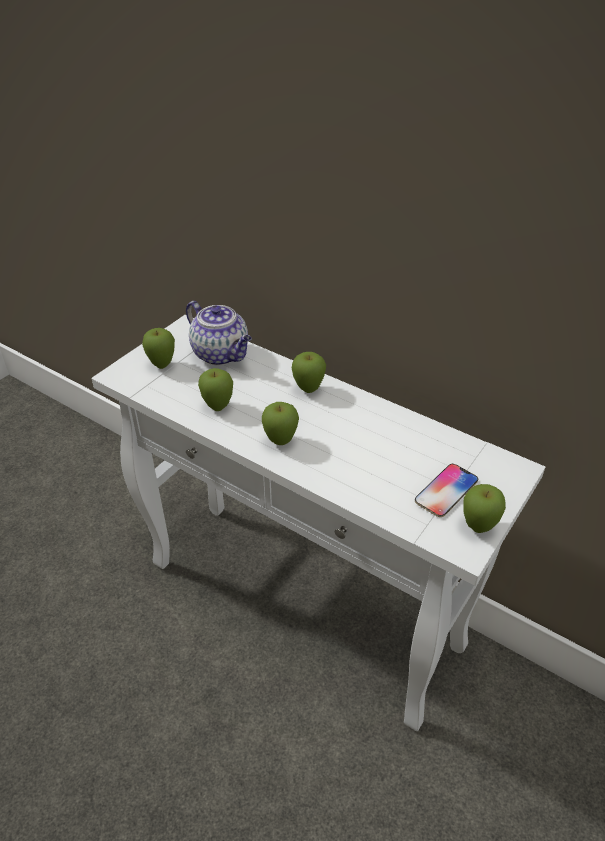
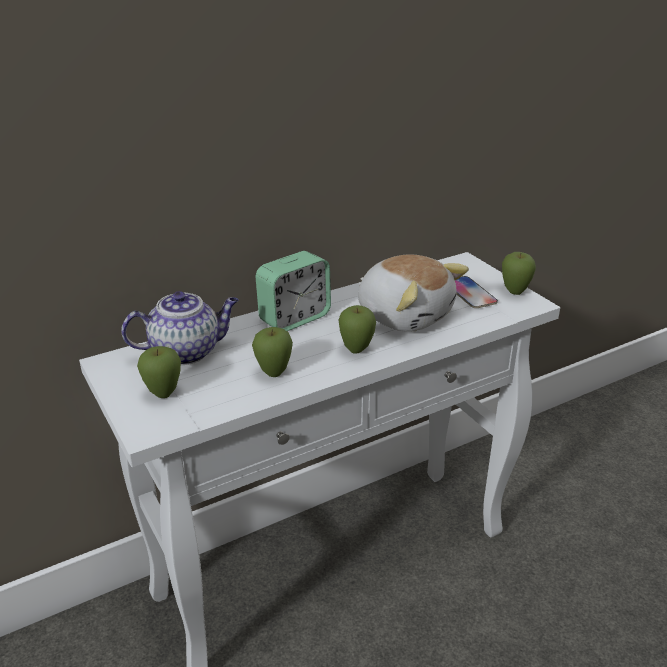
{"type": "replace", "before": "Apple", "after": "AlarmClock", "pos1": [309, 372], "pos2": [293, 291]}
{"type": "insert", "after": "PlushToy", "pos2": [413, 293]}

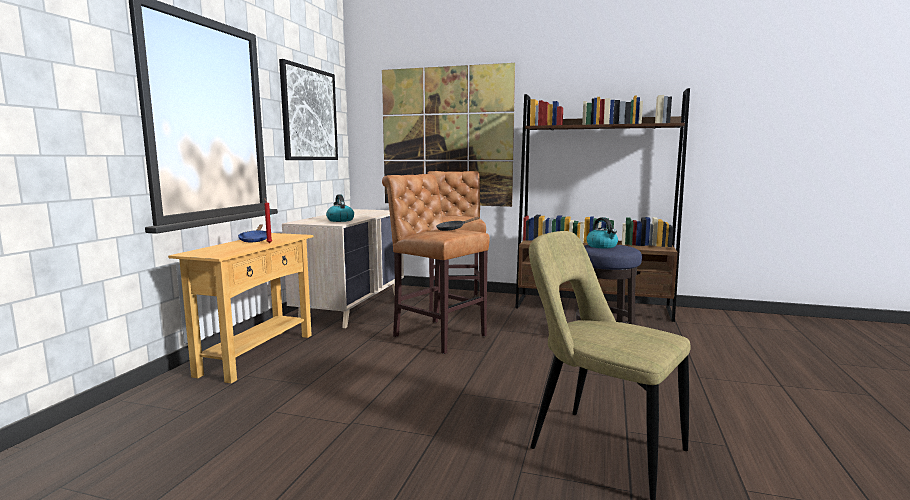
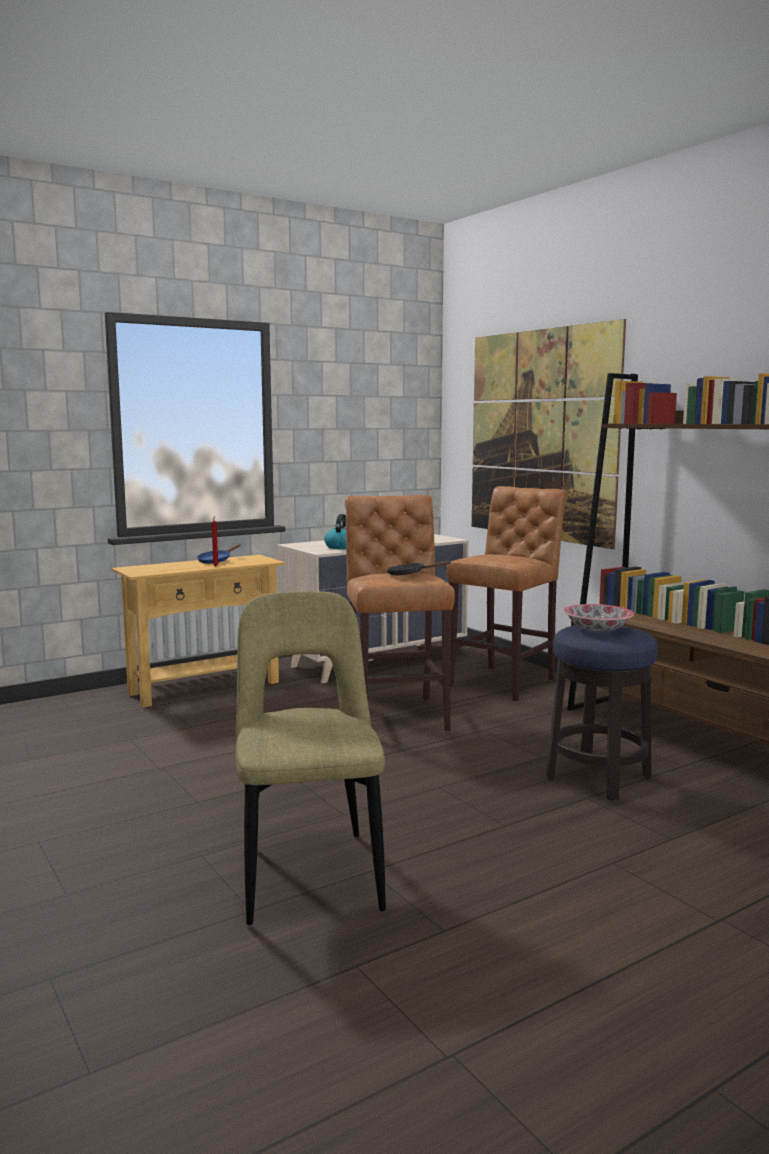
{"type": "delete", "before": "Picture", "pos1": [308, 109]}
{"type": "replace", "before": "Kettle", "after": "Bowl", "pos1": [602, 232], "pos2": [598, 617]}

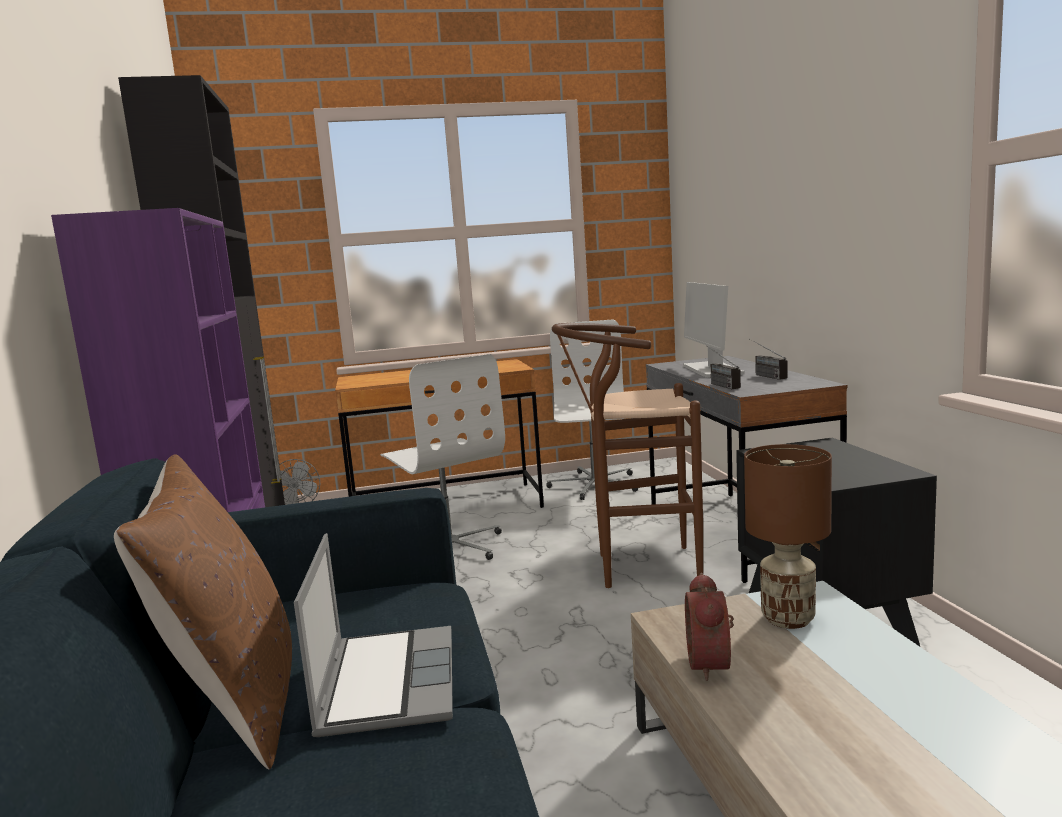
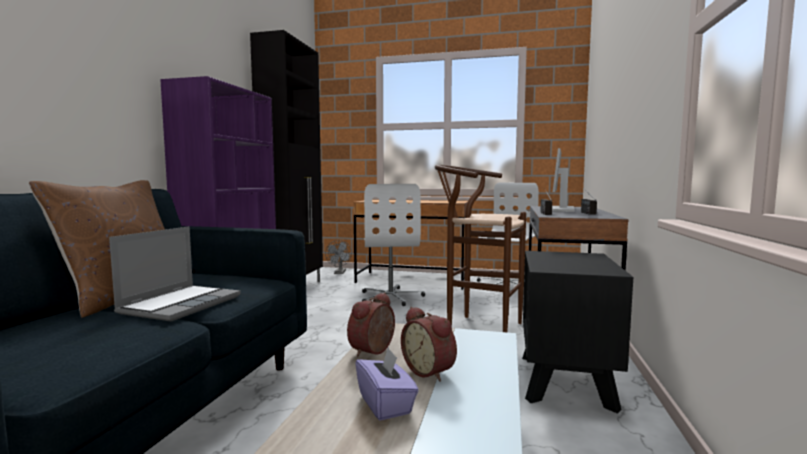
{"type": "delete", "before": "BrownTableLamp", "pos1": [788, 536]}
{"type": "insert", "after": "PurpleTissueBox", "pos2": [387, 384]}
{"type": "insert", "after": "AlarmClock", "pos2": [429, 344]}

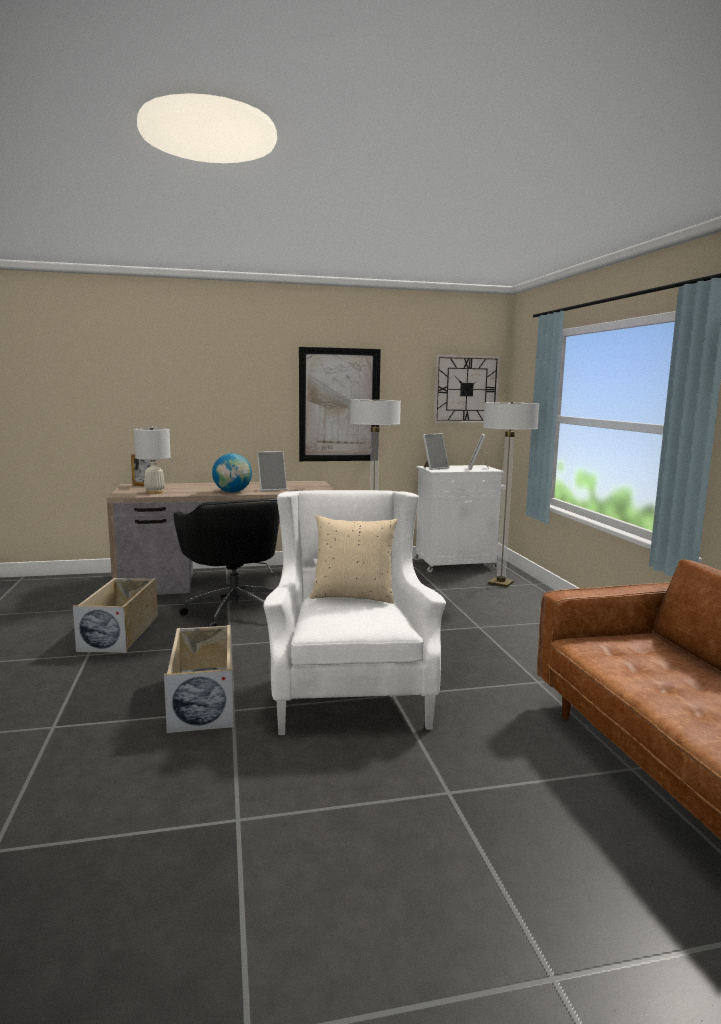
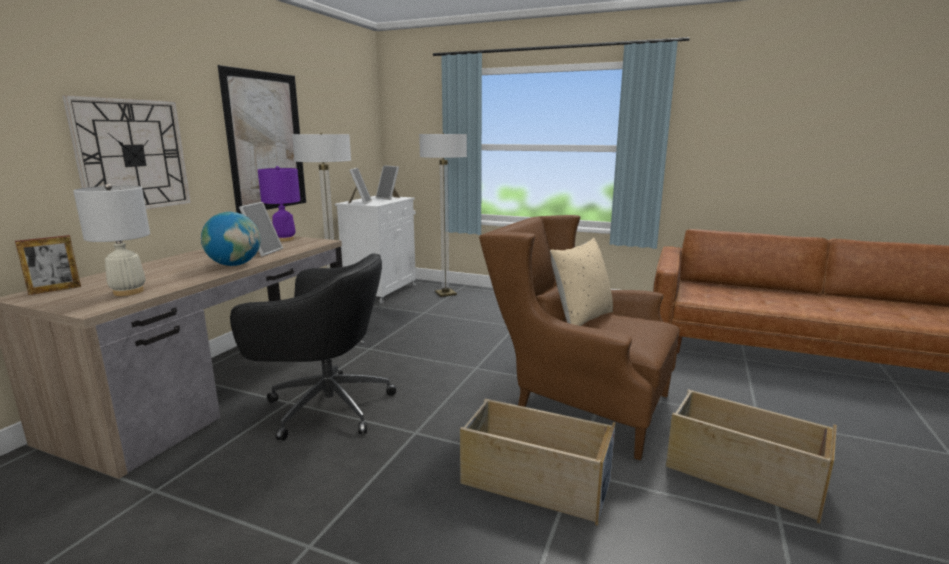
{"type": "move", "before": "BeigeStorageBox", "pos1": [115, 615], "pos2": [751, 456]}
{"type": "recolor", "before": "WhiteArmchair", "after": "BrownArmchair", "pos1": [354, 612], "pos2": [579, 337]}
{"type": "move", "before": "WallClock", "pos1": [467, 388], "pos2": [126, 152]}
{"type": "insert", "after": "PurpleTableLamp", "pos2": [279, 203]}

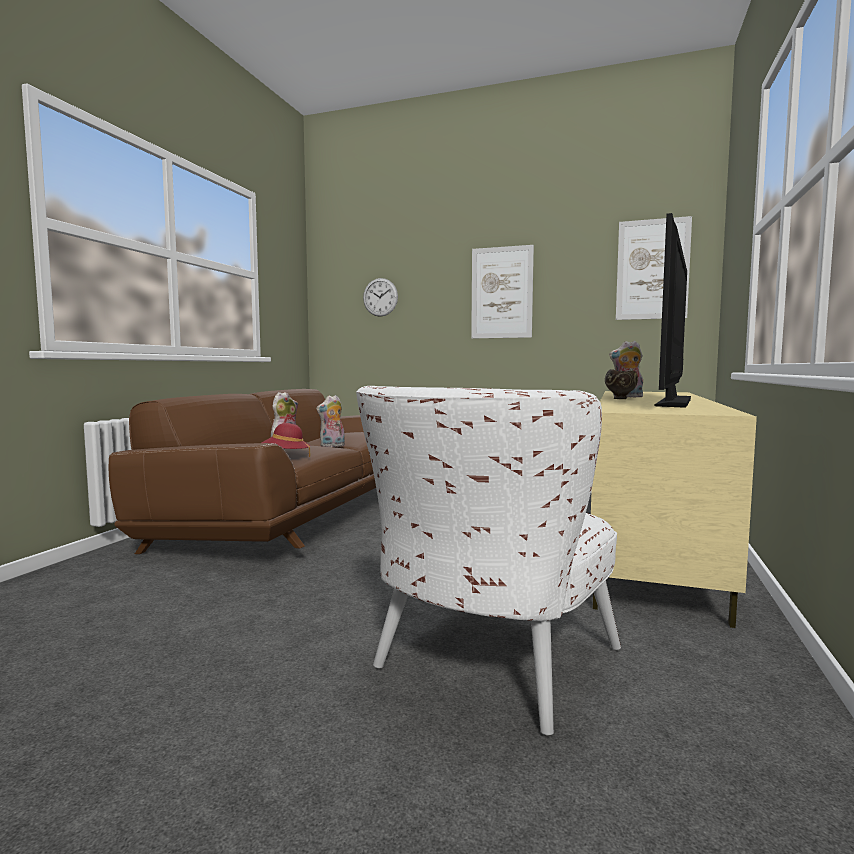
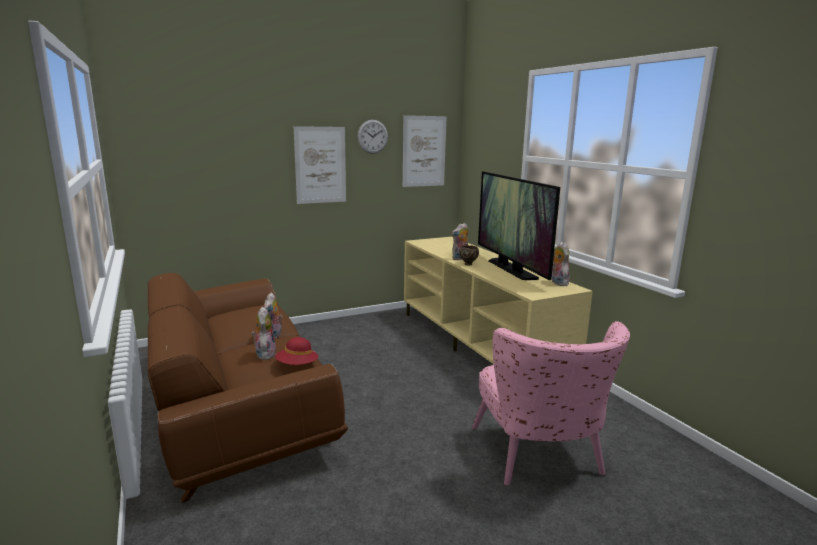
{"type": "recolor", "before": "WhiteArmchair", "after": "PinkArmchair", "pos1": [488, 561], "pos2": [551, 403]}
{"type": "move", "before": "WallClock", "pos1": [380, 297], "pos2": [372, 137]}
{"type": "insert", "after": "PlushToy", "pos2": [561, 264]}

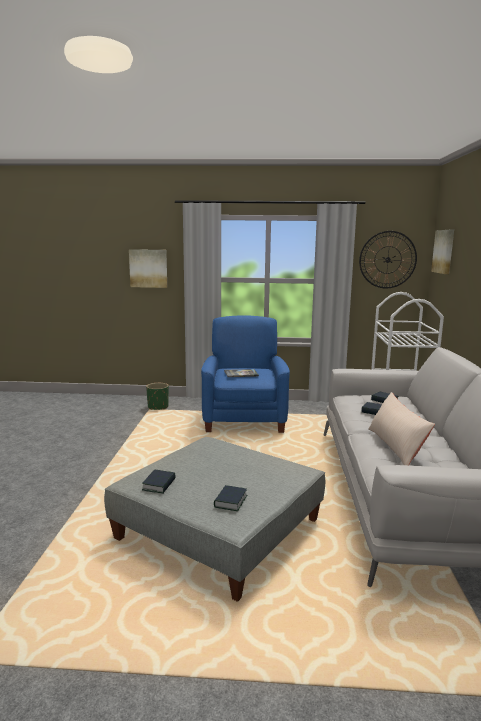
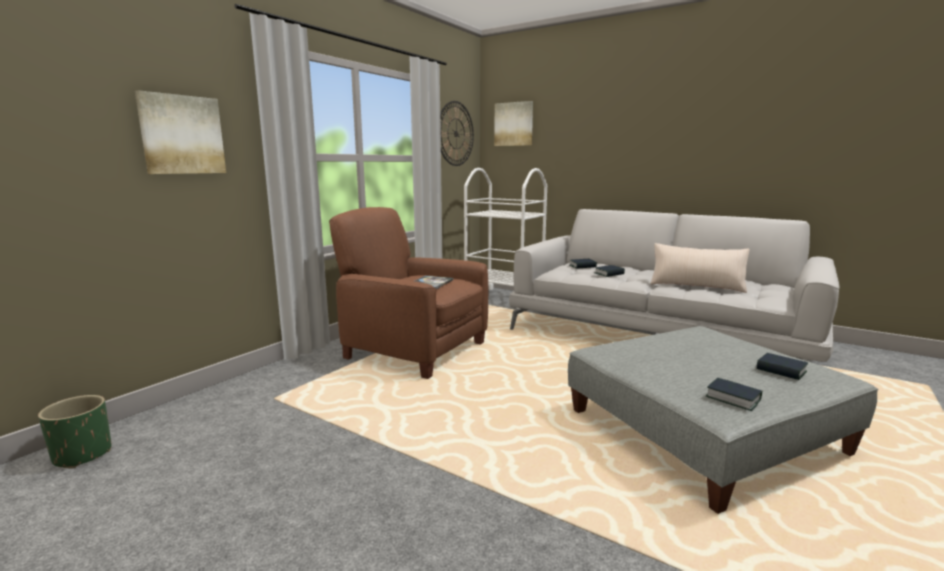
{"type": "move", "before": "GreenPlanter", "pos1": [157, 396], "pos2": [74, 432]}
{"type": "recolor", "before": "BlueArmchair", "after": "BrownArmchair", "pos1": [245, 374], "pos2": [408, 293]}

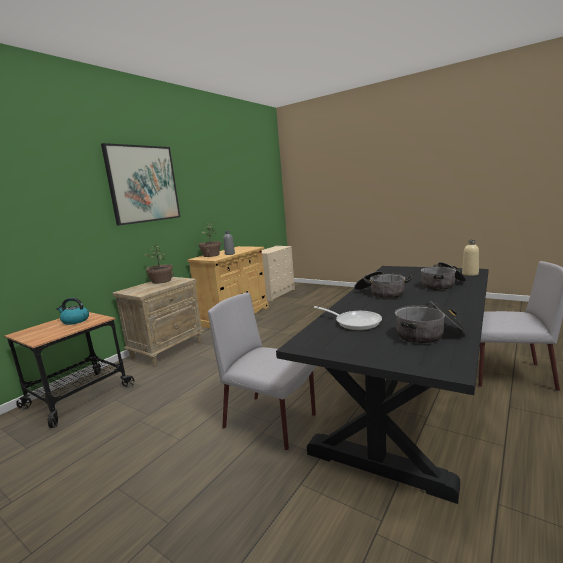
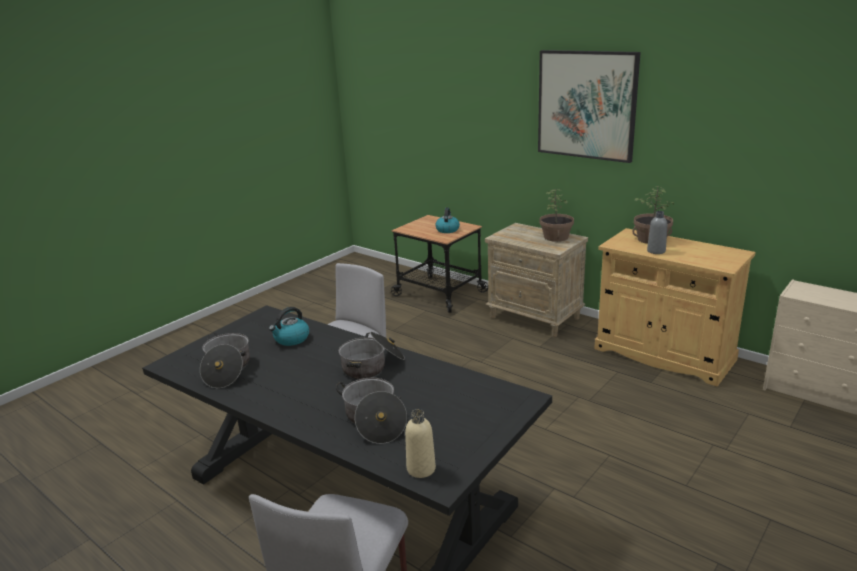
{"type": "replace", "before": "FryingPan", "after": "Kettle", "pos1": [348, 318], "pos2": [289, 326]}

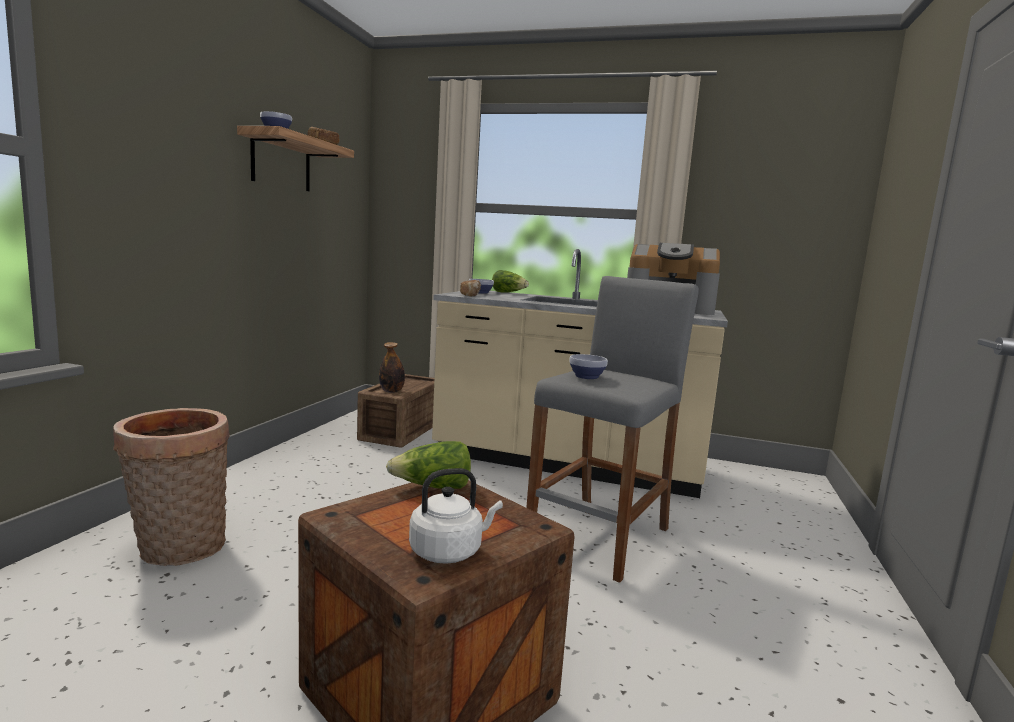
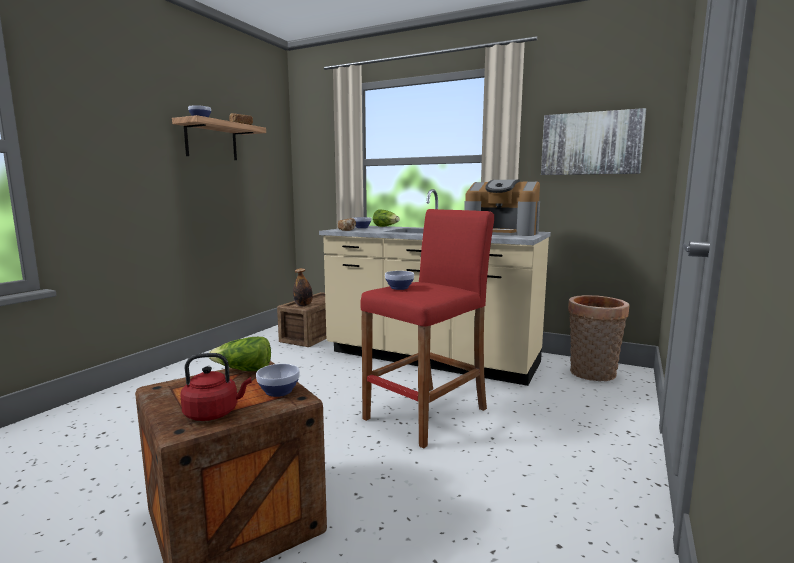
{"type": "move", "before": "Basket", "pos1": [171, 487], "pos2": [598, 338]}
{"type": "recolor", "before": "WhiteKettle", "after": "RedKettle", "pos1": [456, 516], "pos2": [215, 387]}
{"type": "recolor", "before": "GreyStool", "after": "RedStool", "pos1": [612, 429], "pos2": [427, 329]}
{"type": "insert", "after": "Bowl", "pos2": [278, 380]}
{"type": "insert", "after": "Picture", "pos2": [593, 141]}

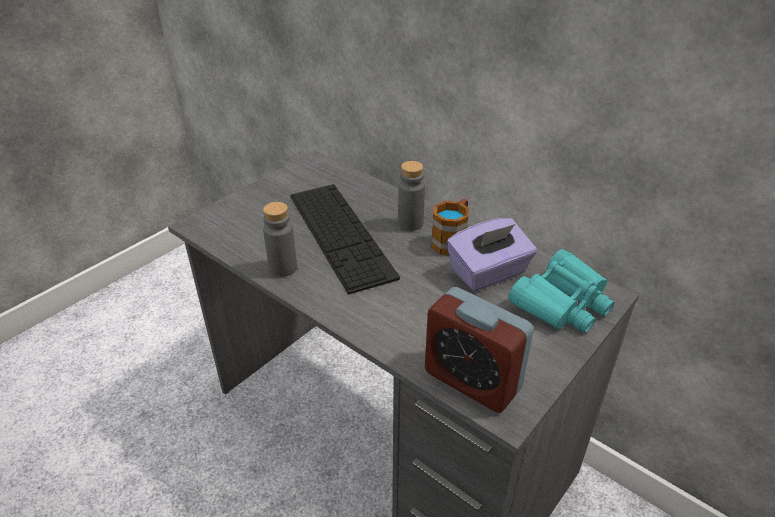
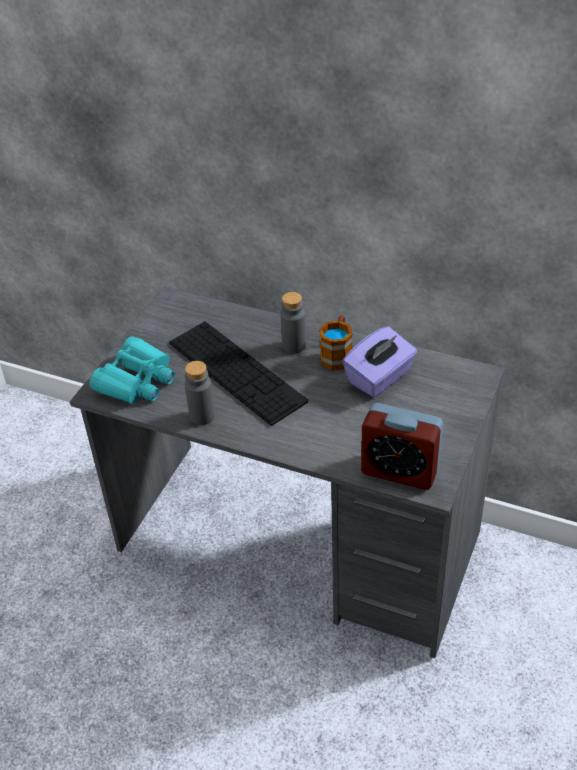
{"type": "move", "before": "TurquoiseBinoculars", "pos1": [561, 291], "pos2": [132, 370]}

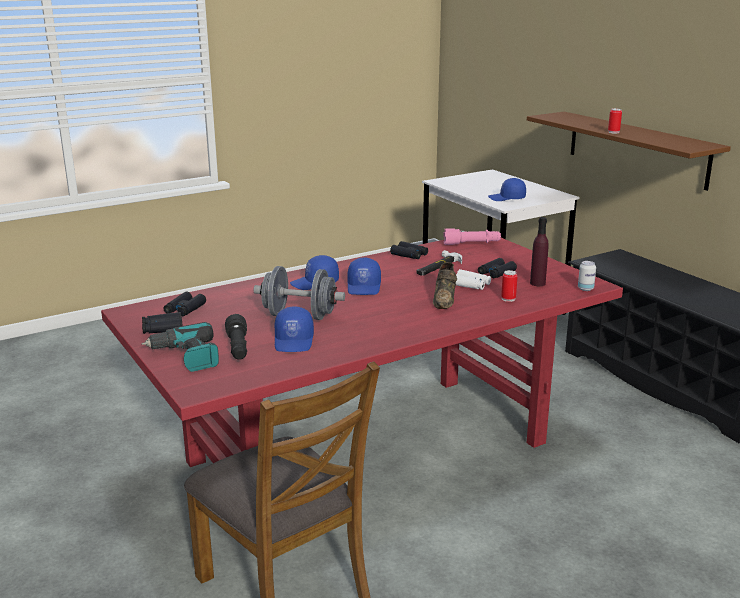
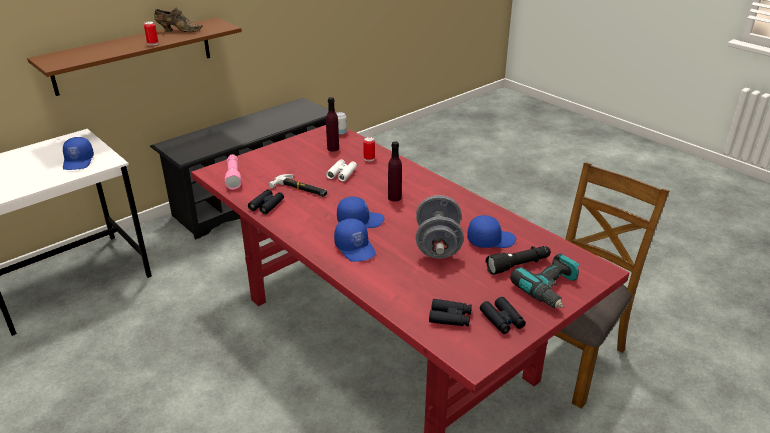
{"type": "move", "before": "BrownShoe", "pos1": [445, 285], "pos2": [178, 20]}
{"type": "delete", "before": "BlackBinoculars", "pos1": [497, 268]}
{"type": "insert", "after": "PurpleBottle", "pos2": [395, 171]}

